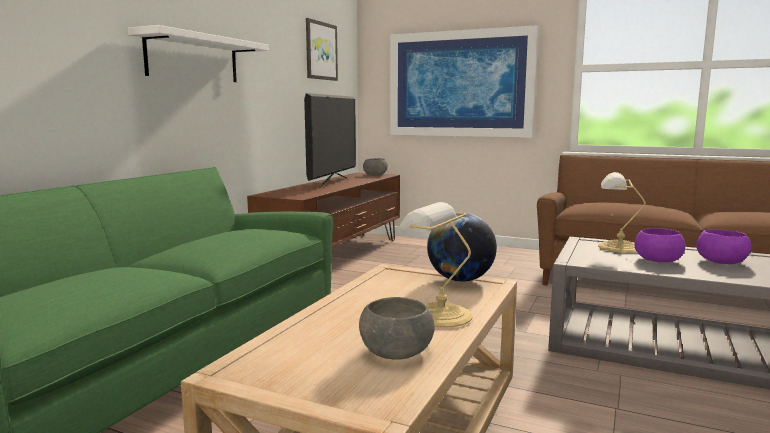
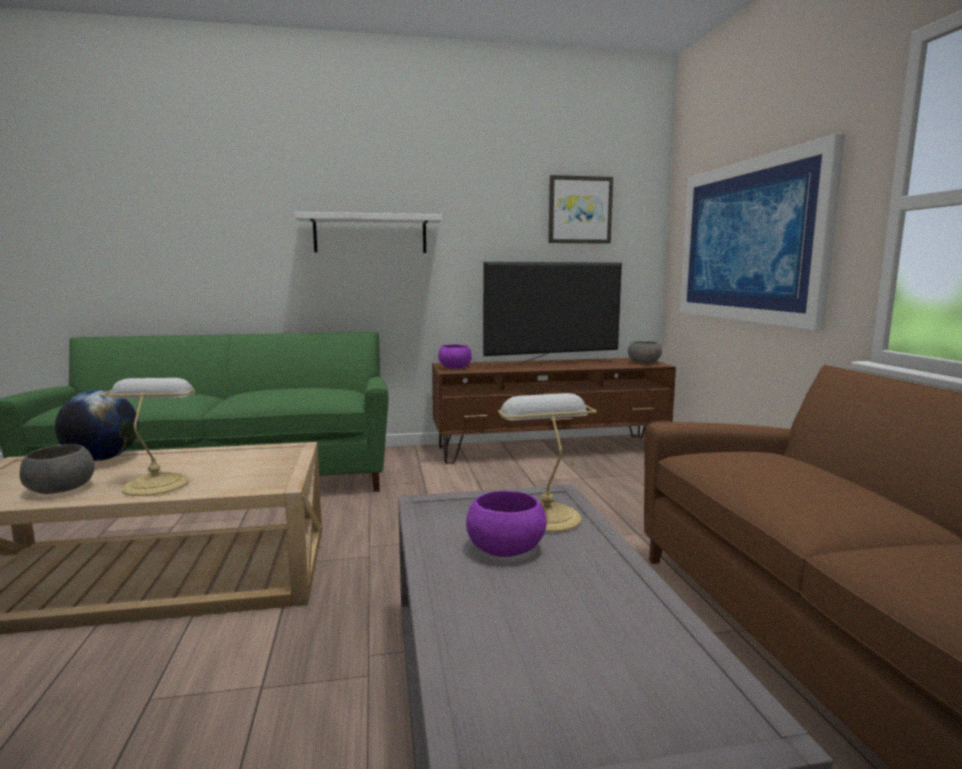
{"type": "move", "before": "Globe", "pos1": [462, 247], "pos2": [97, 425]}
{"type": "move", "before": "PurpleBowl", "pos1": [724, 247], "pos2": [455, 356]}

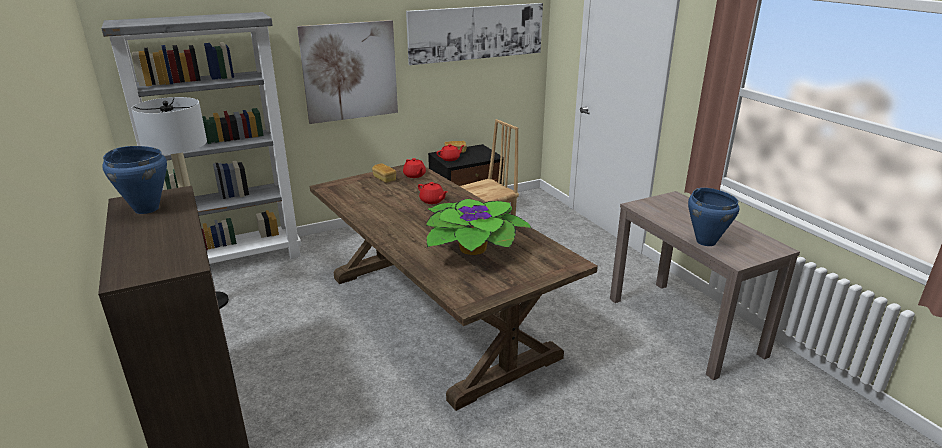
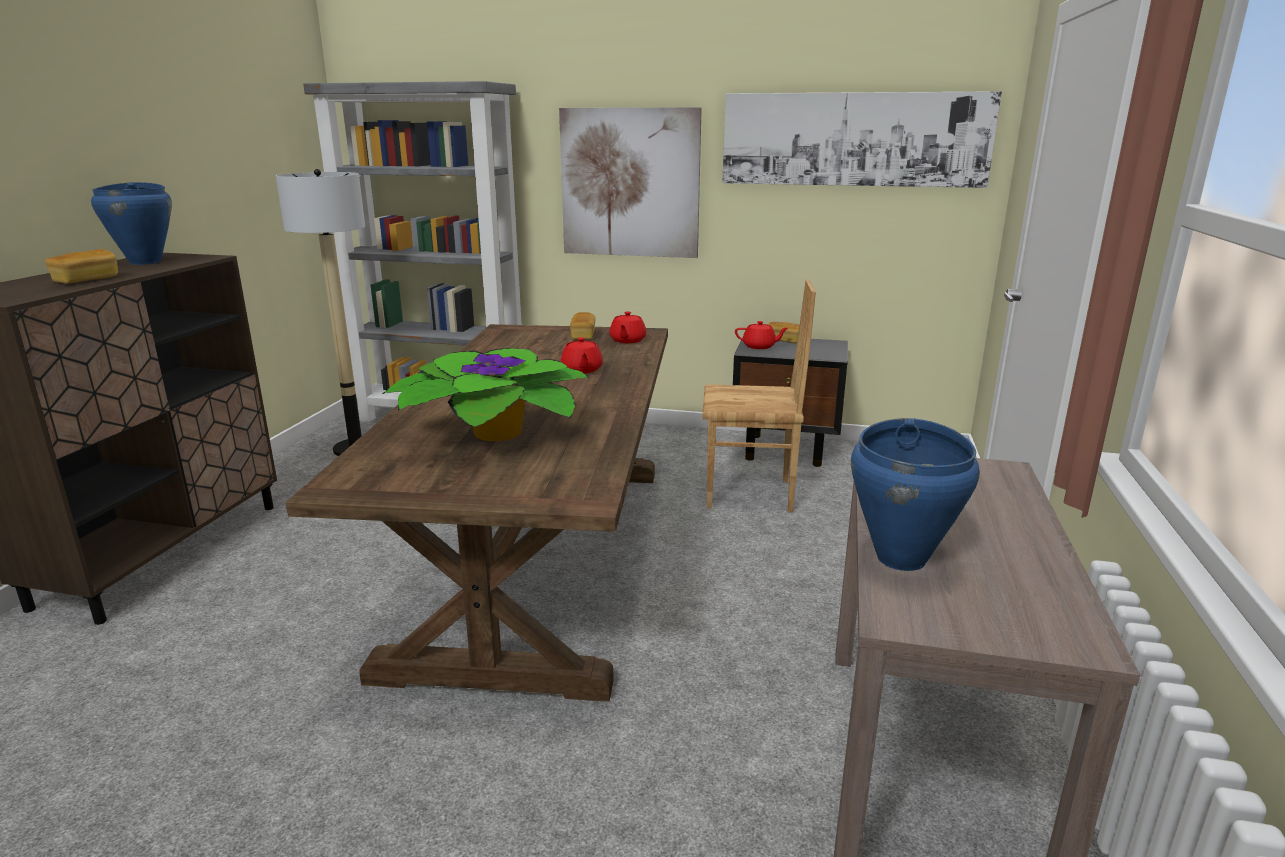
{"type": "insert", "after": "Bread", "pos2": [82, 266]}

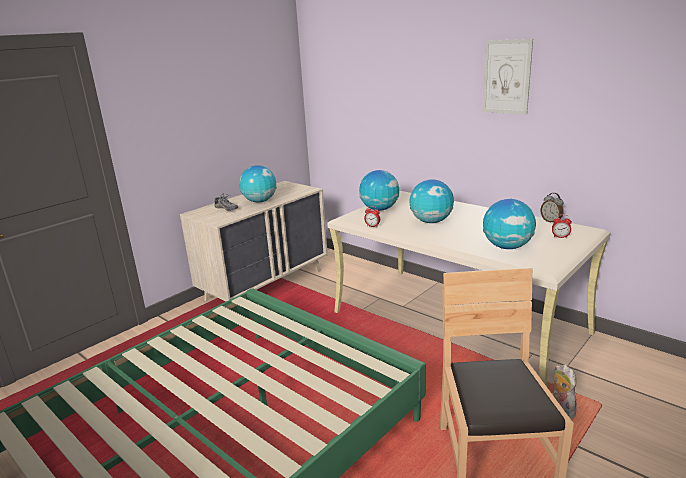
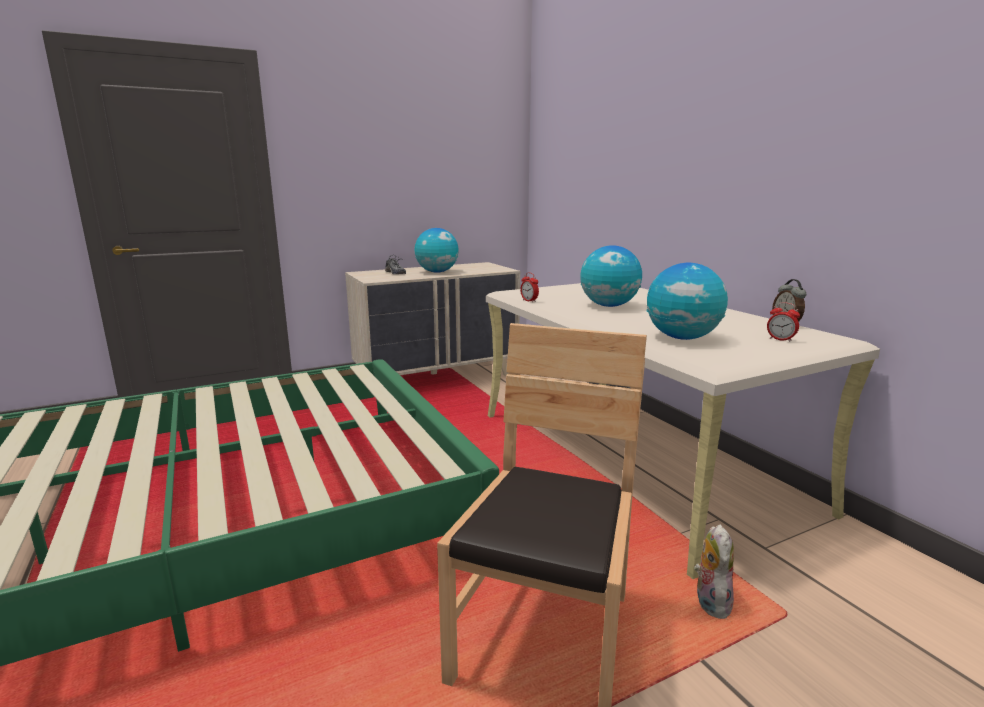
{"type": "delete", "before": "Globe", "pos1": [379, 190]}
{"type": "delete", "before": "Picture", "pos1": [507, 77]}

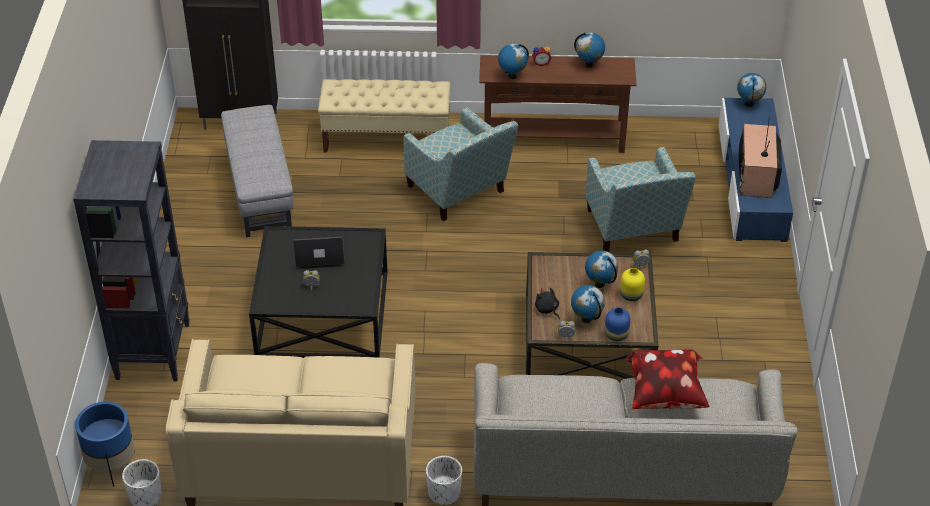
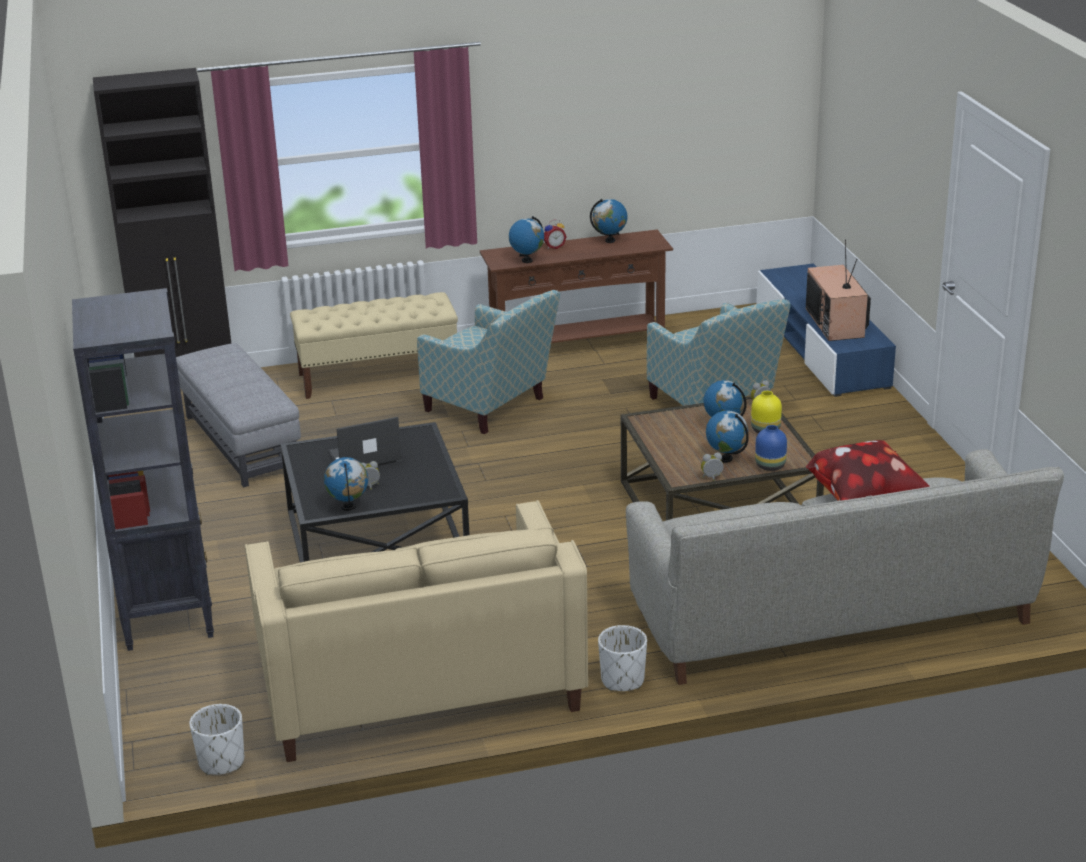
{"type": "delete", "before": "BluePlanter", "pos1": [105, 444]}
{"type": "delete", "before": "BlackPlushToy", "pos1": [547, 304]}
{"type": "move", "before": "Globe", "pos1": [751, 90], "pos2": [346, 484]}

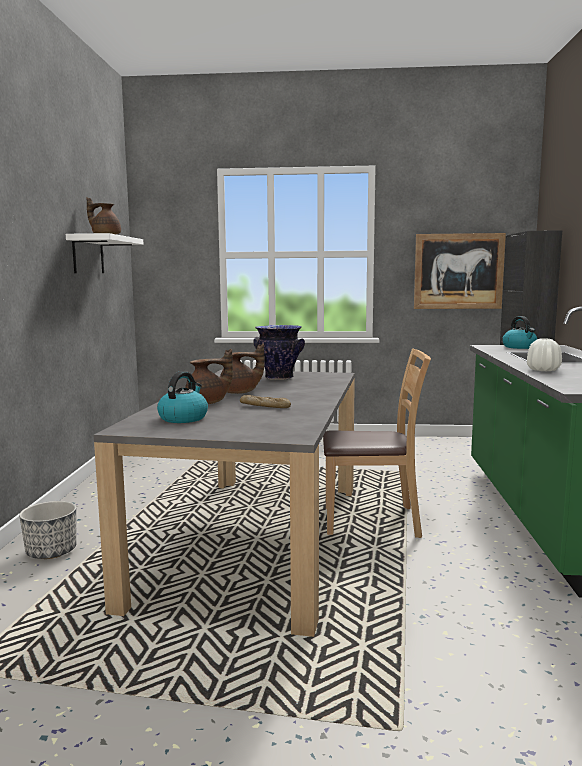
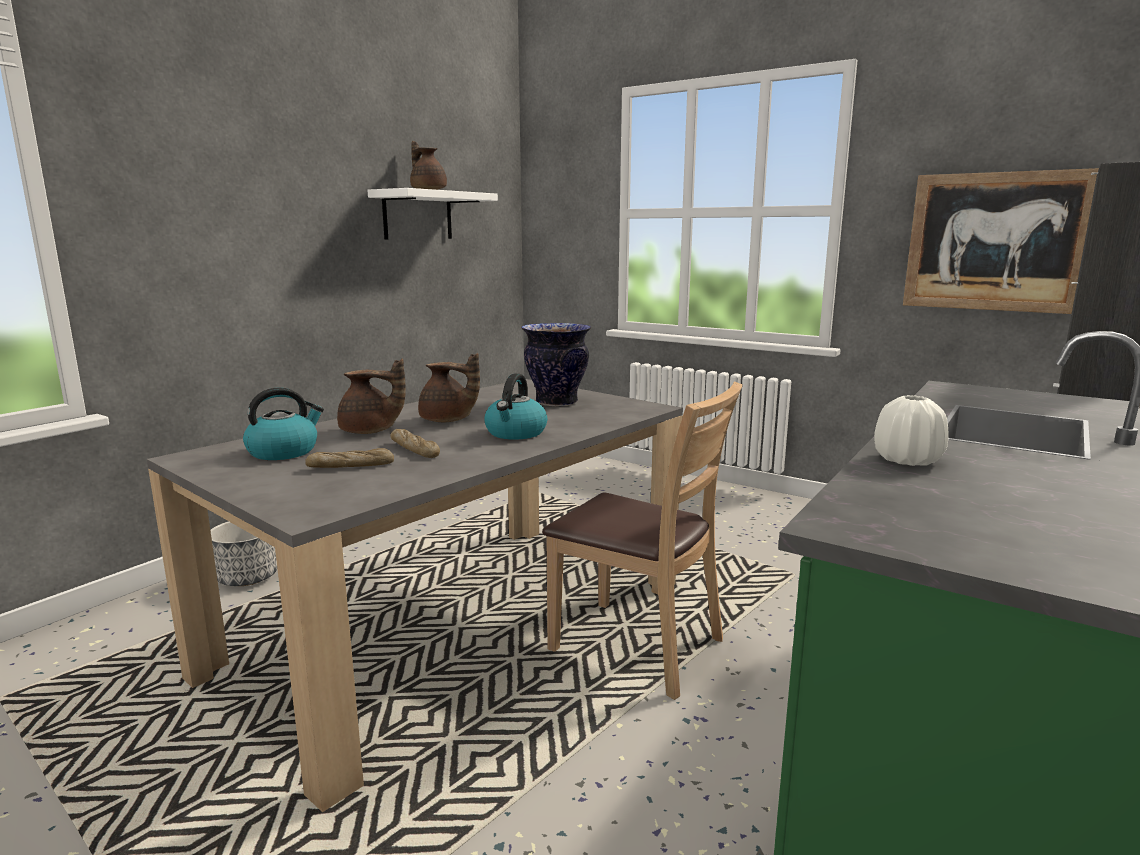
{"type": "move", "before": "Kettle", "pos1": [519, 332], "pos2": [516, 406]}
{"type": "insert", "after": "Bread", "pos2": [349, 458]}

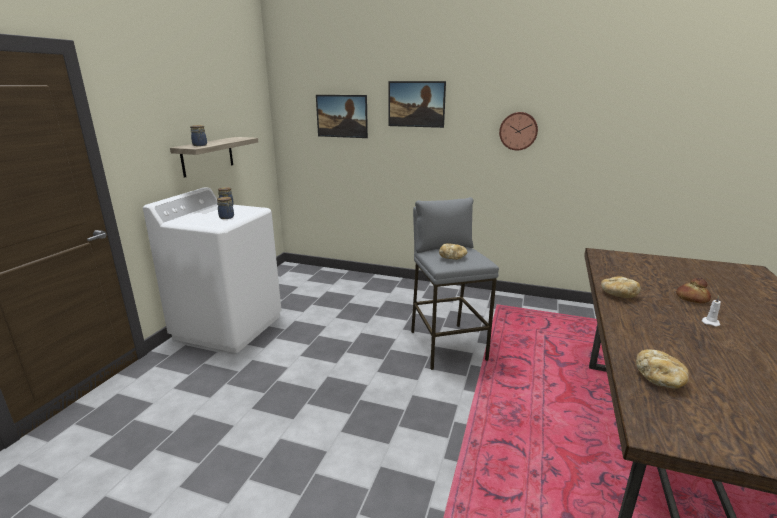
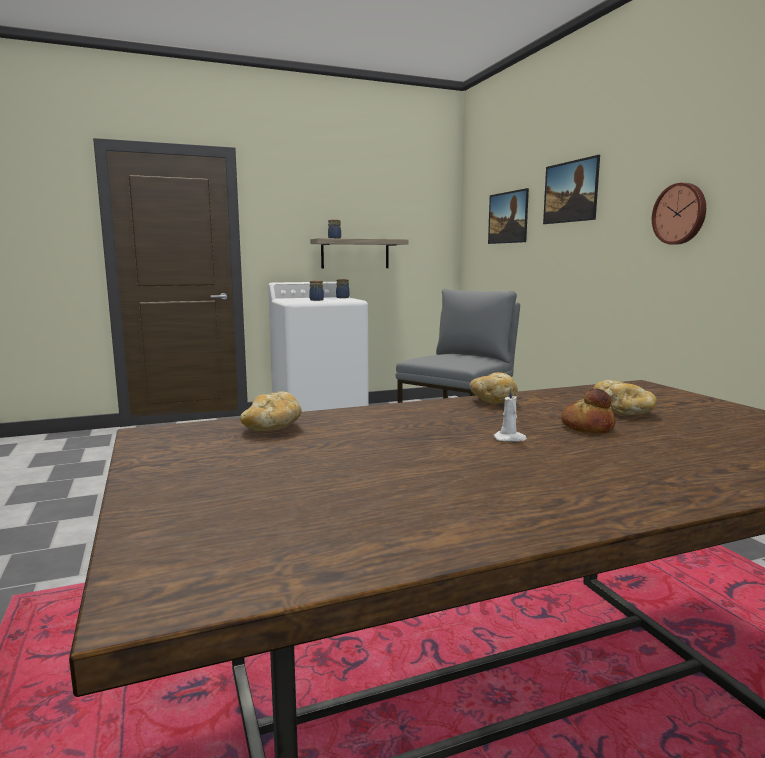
{"type": "move", "before": "Bread", "pos1": [453, 251], "pos2": [625, 397]}

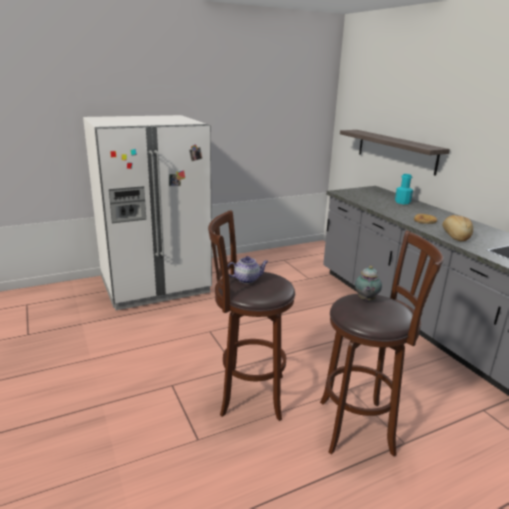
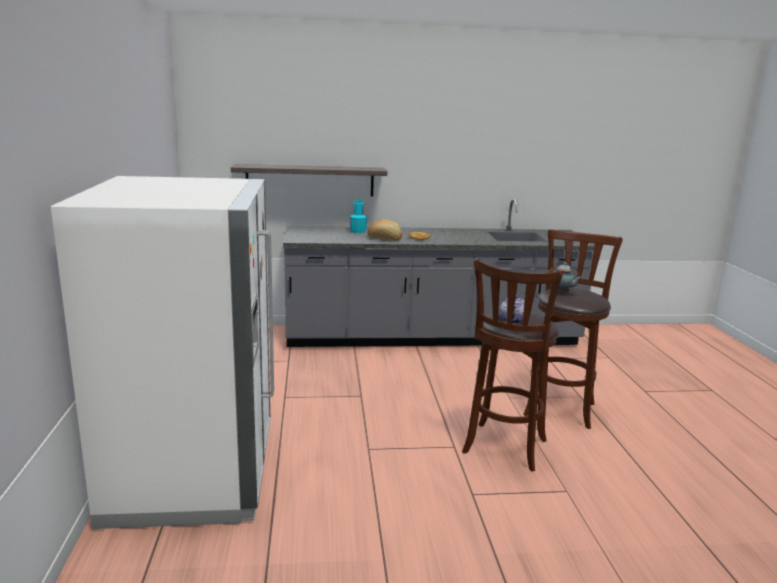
{"type": "move", "before": "Bread", "pos1": [457, 228], "pos2": [385, 230]}

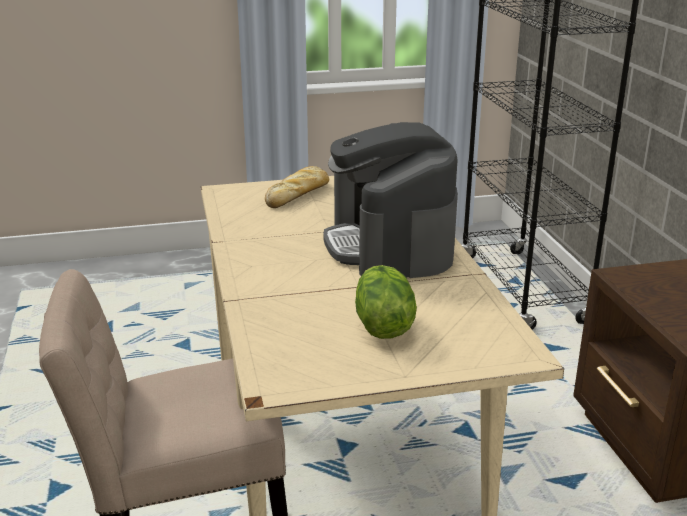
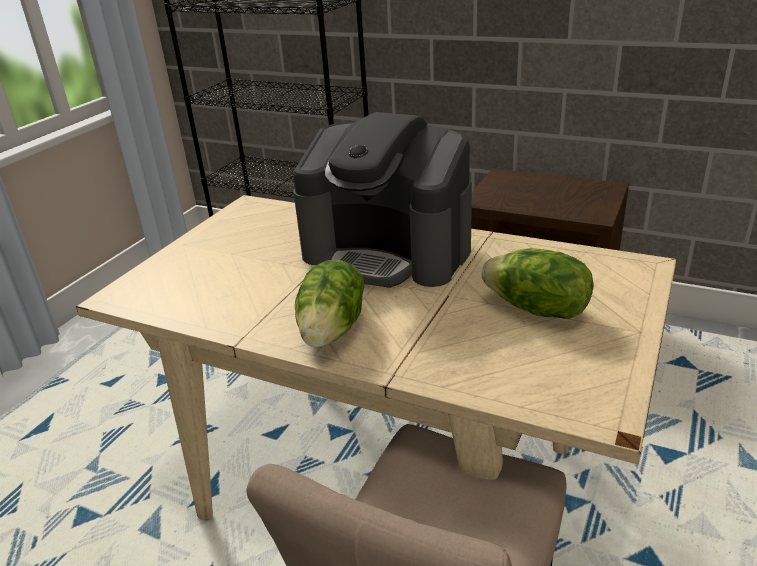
{"type": "delete", "before": "Bread", "pos1": [297, 187]}
{"type": "insert", "after": "Lettuce", "pos2": [329, 304]}

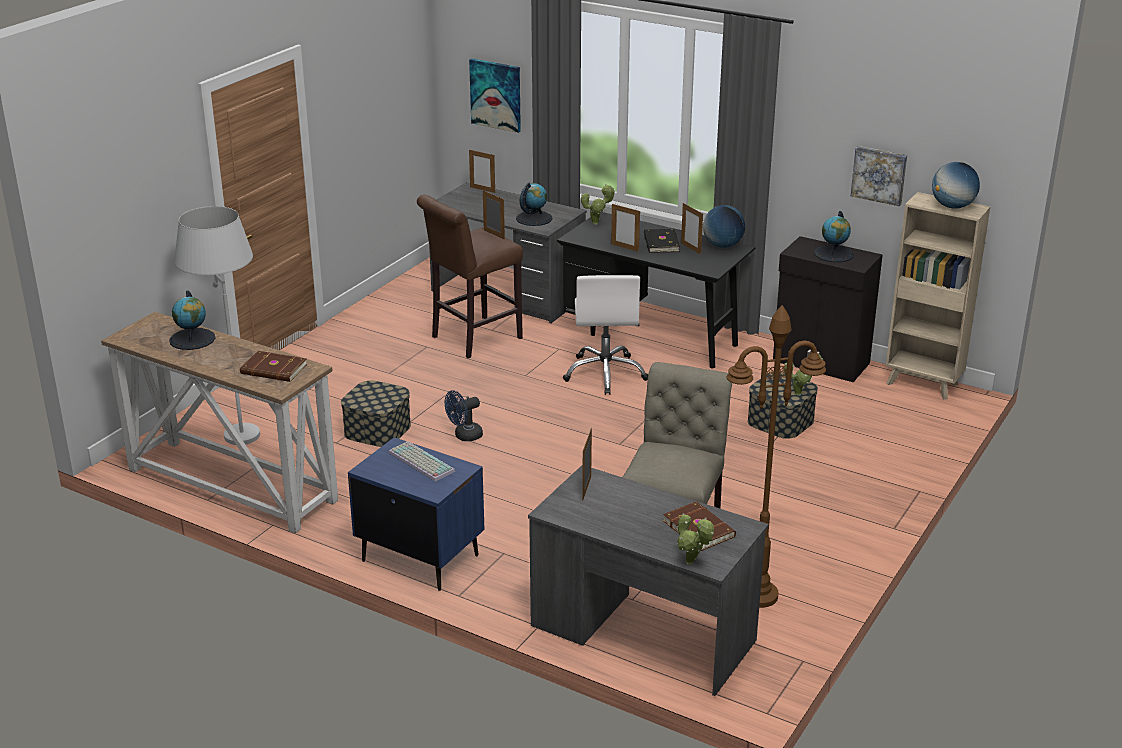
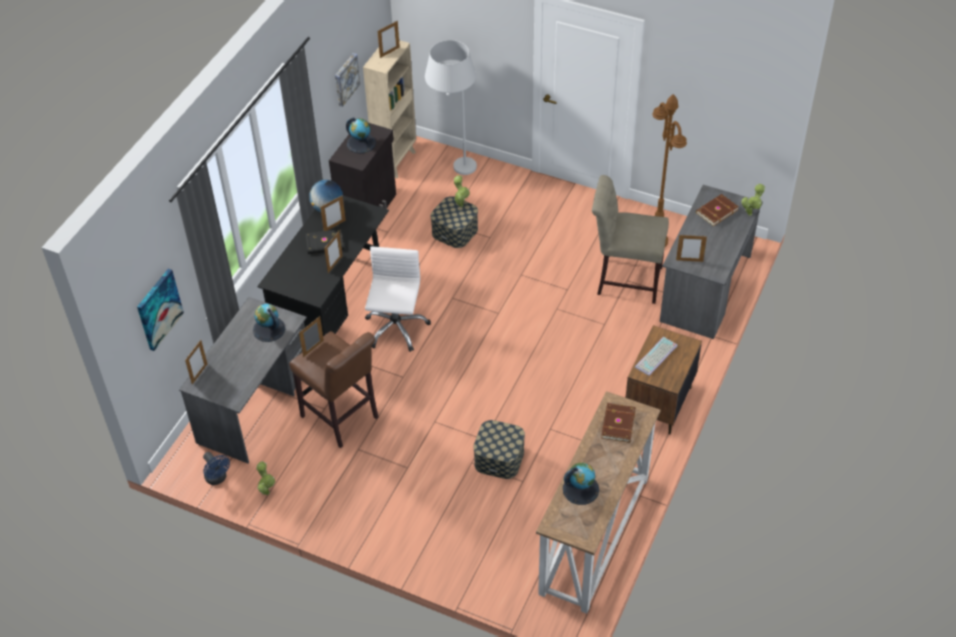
{"type": "move", "before": "WhiteFloorLamp", "pos1": [217, 325], "pos2": [451, 107]}
{"type": "recolor", "before": "BlueNightstand", "after": "BrownNightstand", "pos1": [416, 514], "pos2": [664, 379]}
{"type": "move", "before": "BlueFan", "pos1": [464, 415], "pos2": [216, 468]}
{"type": "rotate", "before": "WhiteOfficeChair", "pos1": [605, 335], "pos2": [398, 299], "turn": -75}
{"type": "move", "before": "PottedPlant", "pos1": [598, 205], "pos2": [265, 478]}
{"type": "replace", "before": "Globe", "after": "PictureFrame", "pos1": [956, 185], "pos2": [389, 39]}

